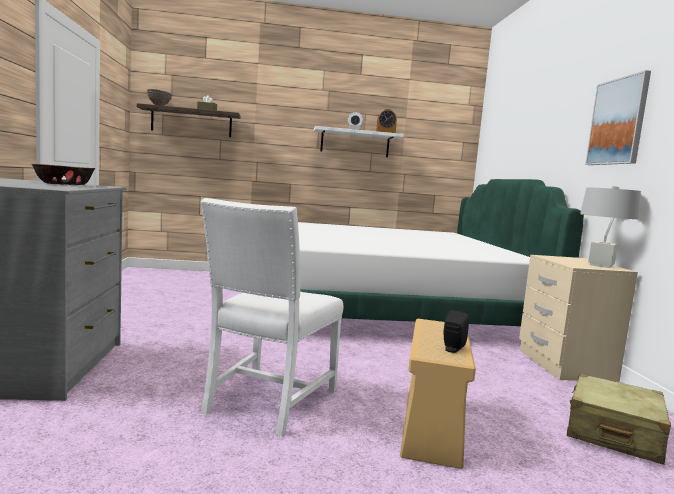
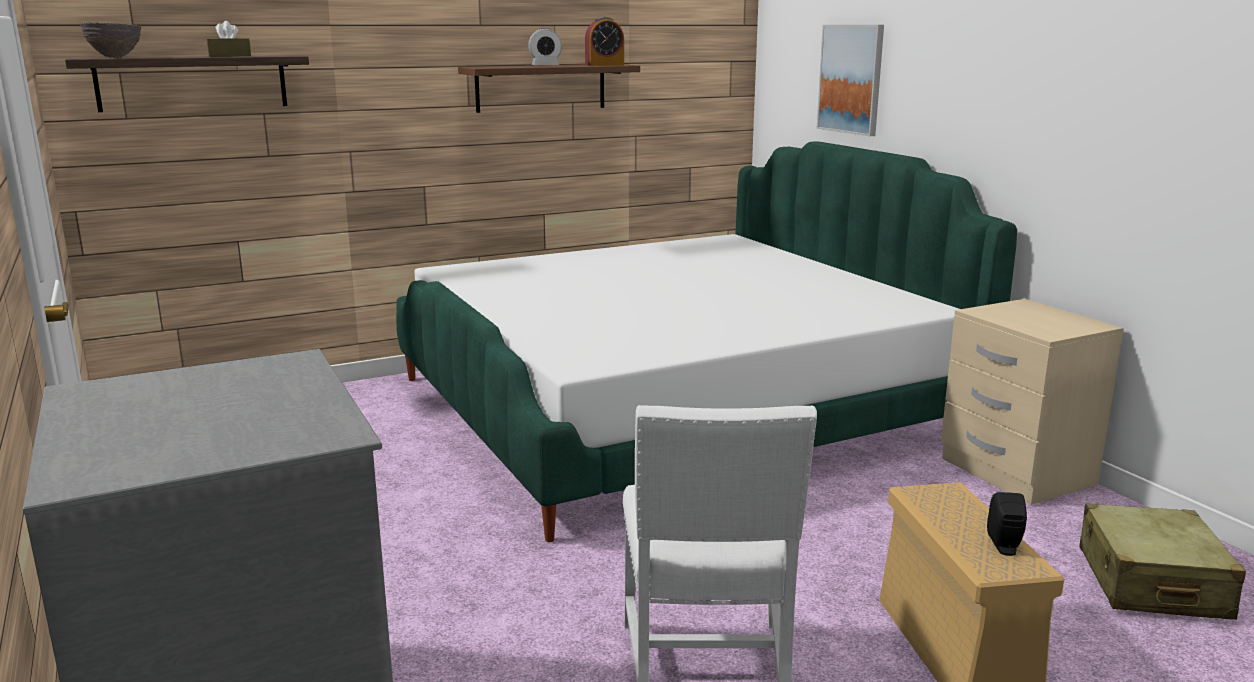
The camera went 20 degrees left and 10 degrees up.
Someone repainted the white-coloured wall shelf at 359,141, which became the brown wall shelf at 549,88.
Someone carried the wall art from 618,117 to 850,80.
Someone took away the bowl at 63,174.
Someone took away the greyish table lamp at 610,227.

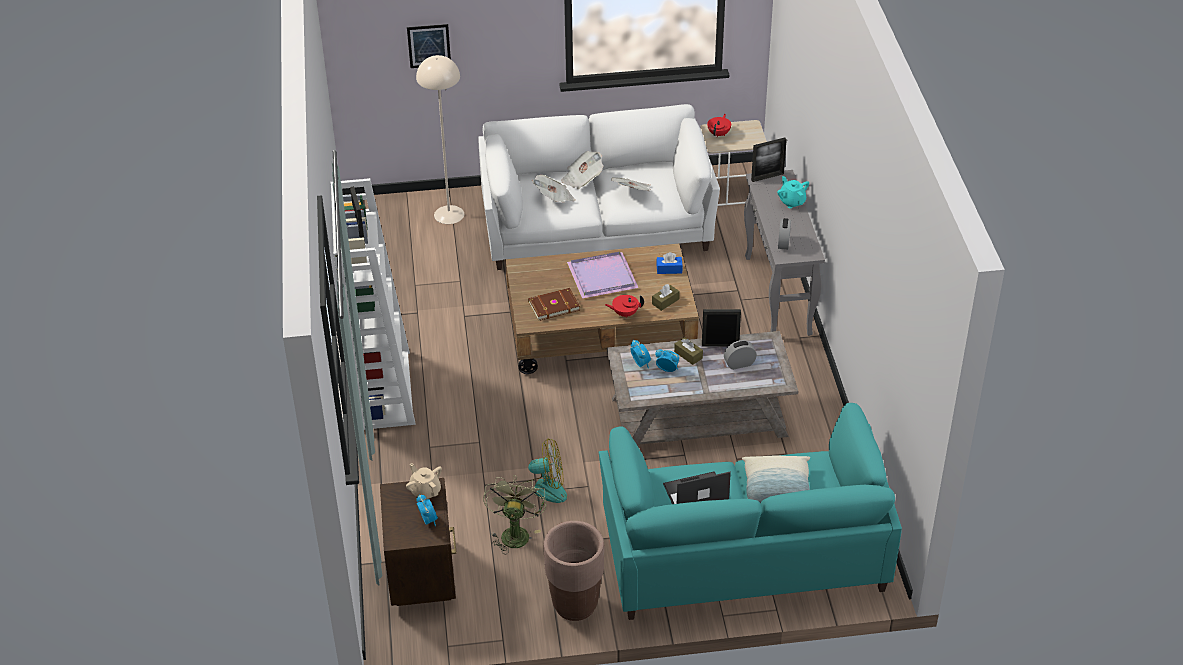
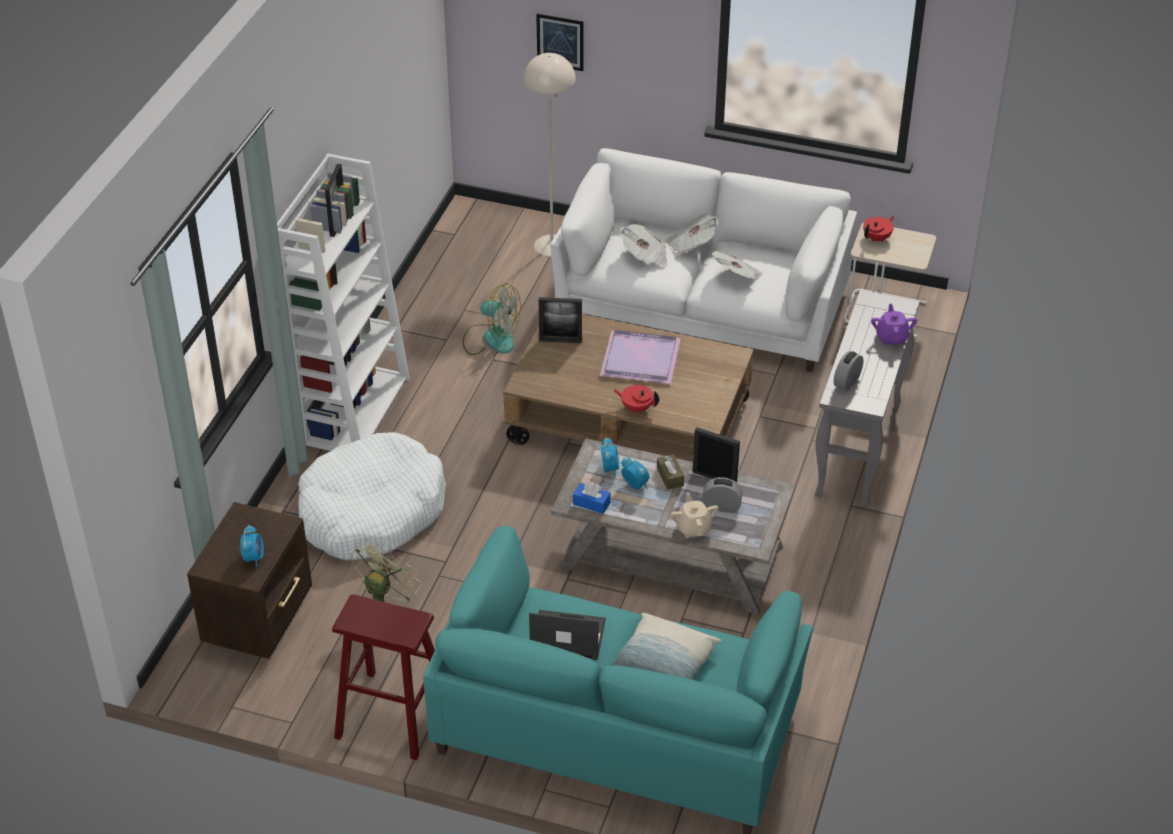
The camera went 25 degrees right and 0 degrees up.
Someone put down the white-coloured dog cushion at 372,496.
Someone swapped the brown plant pot at 573,571 for the reddish stool seat at 383,677.
Someone carried the electric fan from 541,476 to 492,319.
Someone carried the photo frame from 769,160 to 560,320.
Someone carried the blue tissue holder from 669,263 to 592,498.
Someone carried the beige teapot from 424,482 to 695,515.
Someone repainted the turquoise teapot at 793,192, which became the purple-coloured teapot at 894,324.
Someone took away the brown bound book at 554,304.
Someone took away the brown tissue holder at 666,297.

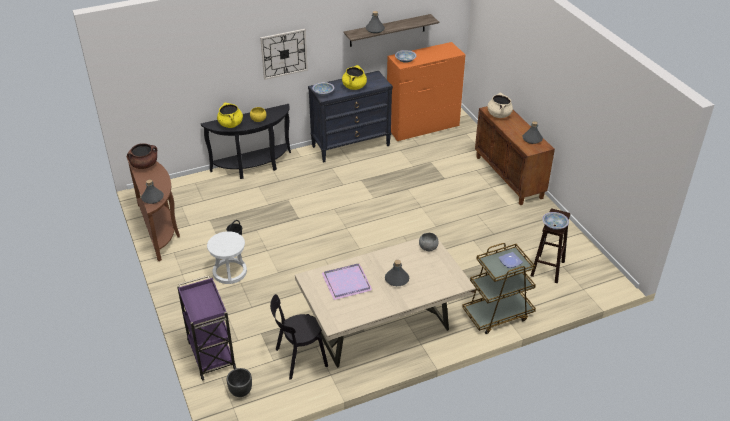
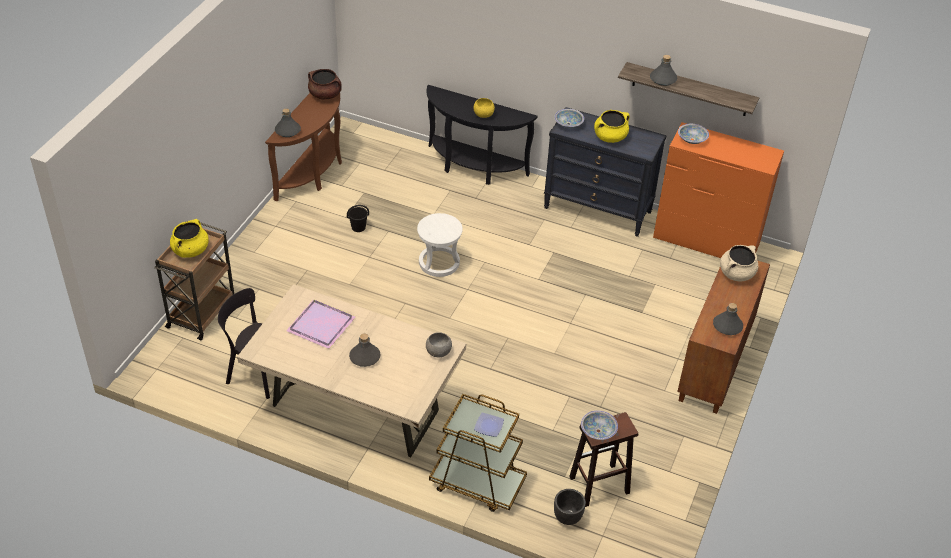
The camera went 45 degrees right and 5 degrees up.
Someone repainted the purple-coloured trolley at 207,328, which became the brown trolley at 194,281.
Someone carried the yellow-coloured cooking pot from 230,115 to 189,238.
Someone carried the white-coloured stool seat from 227,257 to 440,245.
Someone carried the black-coloured plant pot from 239,382 to 570,507.
Someone took away the clock on the wall at 284,54.

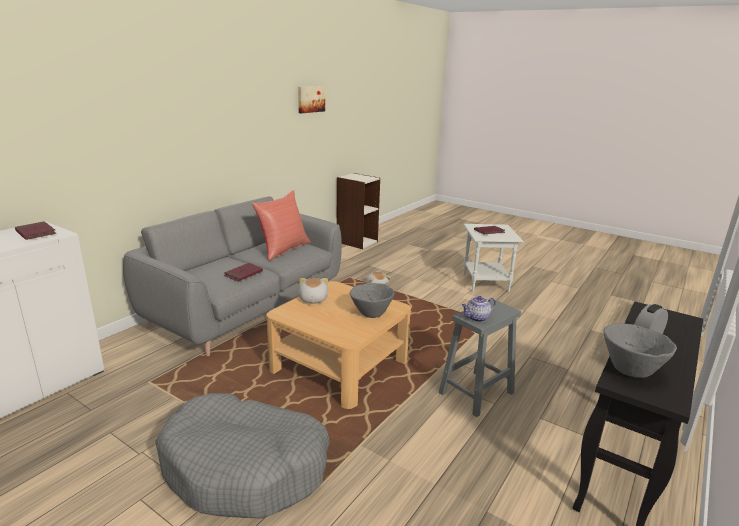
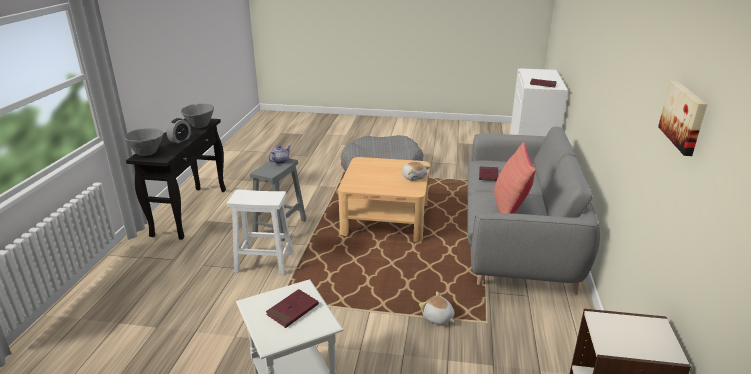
The camera went 155 degrees right and 5 degrees up.
Someone carried the greyish bowl from 372,300 to 144,142.
Someone put down the white-coloured stool seat at 260,232.

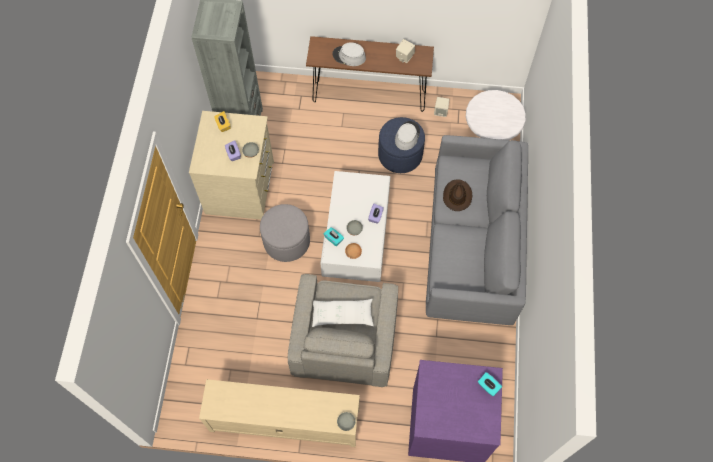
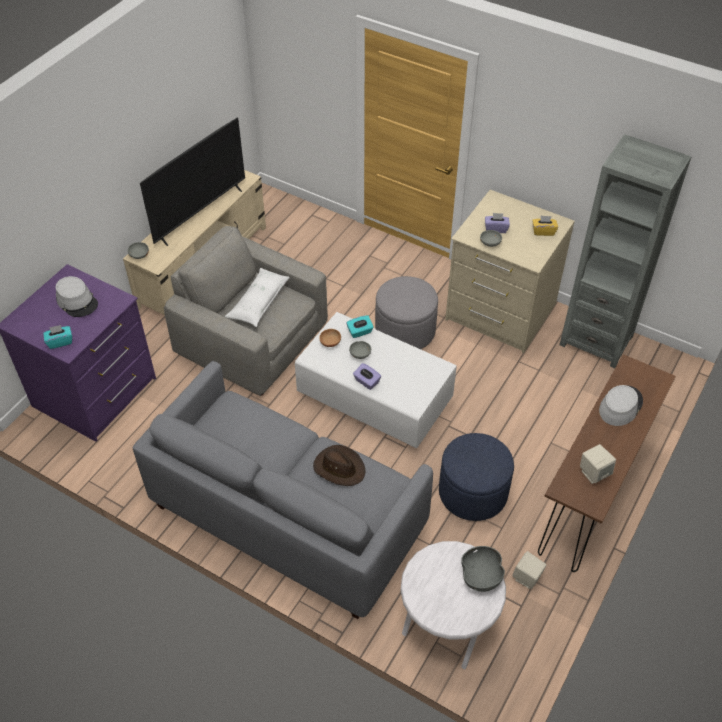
The camera went 115 degrees right and 15 degrees down.
Someone carried the greyish hat from 407,135 to 77,296.
Someone put down the TV at 192,182.
Someone put down the greyish bowl at 483,569.

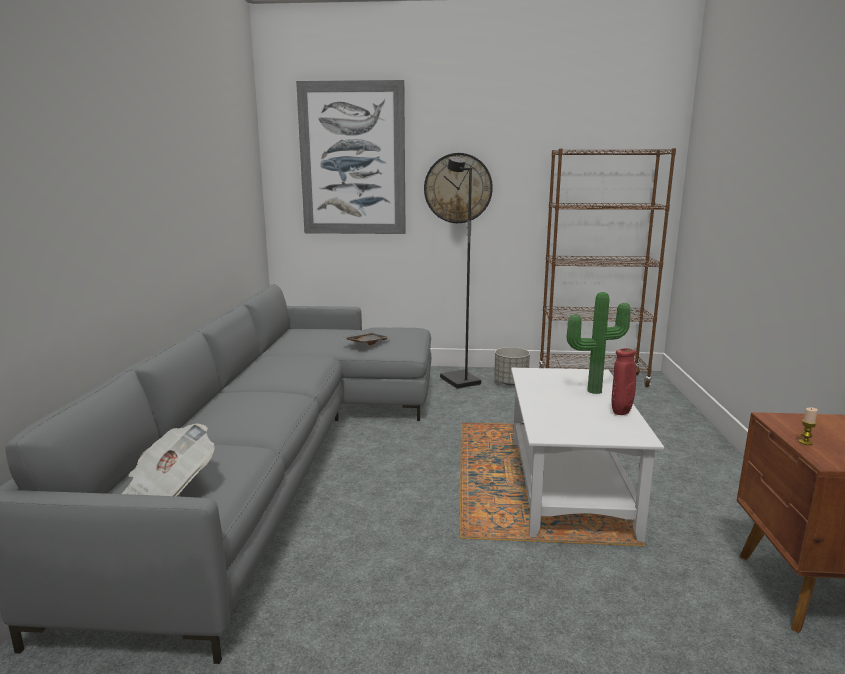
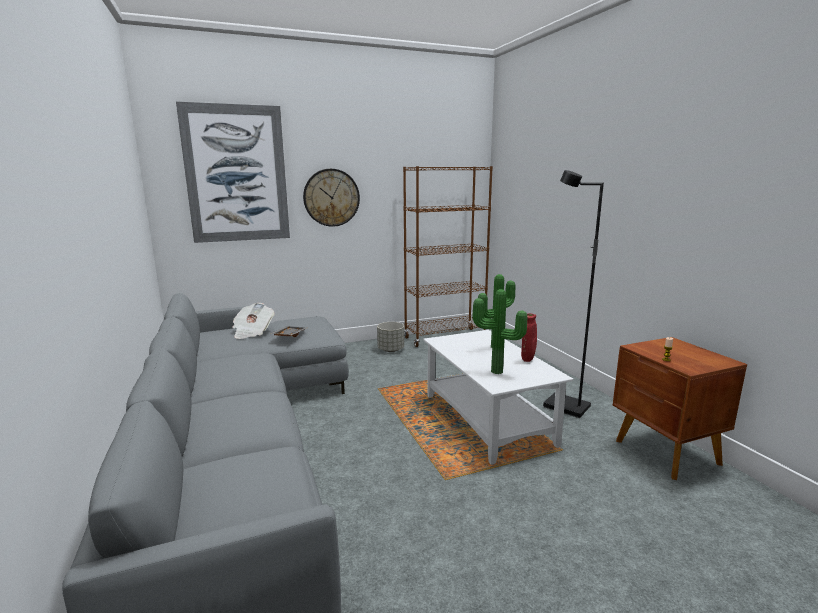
The camera went 25 degrees left and 0 degrees up.
Someone carried the newspaper from 168,459 to 253,321.
Someone put down the plant in a pot at 499,331.
Someone carried the black-coloured floor lamp from 460,273 to 573,294.

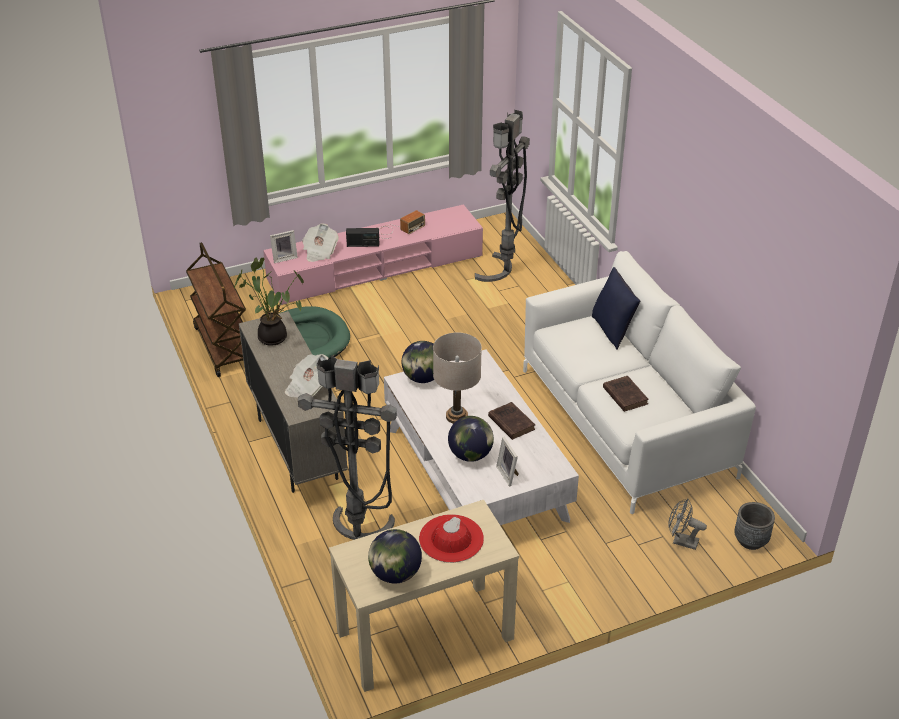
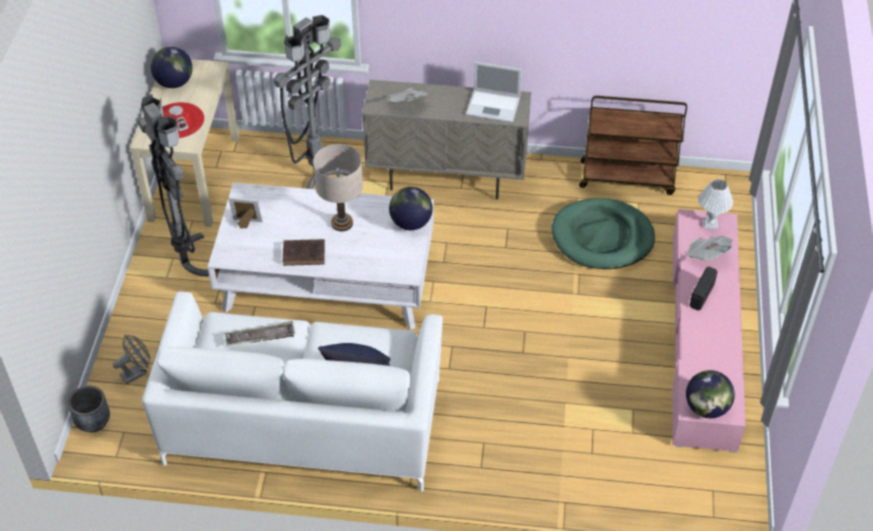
The camera went 120 degrees right and 10 degrees up.
Someone carried the greyish floor lamp from 502,196 to 173,185.
Someone swapped the brown bound book at 626,394 for the carrying tray at 259,333.
Someone swapped the plant in a pot at 269,302 for the laptop at 494,92.
Someone carried the desk globe from 471,439 to 710,394.
Someone swapped the photo frame at 284,246 for the white-coloured table lamp at 715,204.
Someone took away the radio at 402,224.

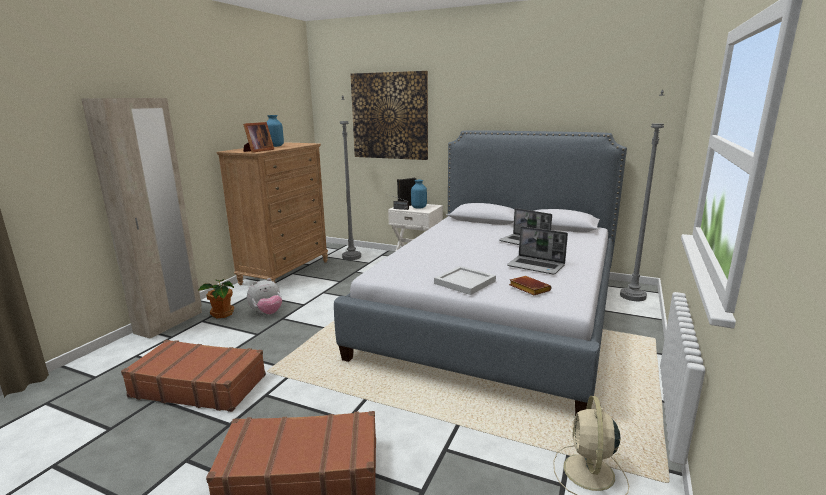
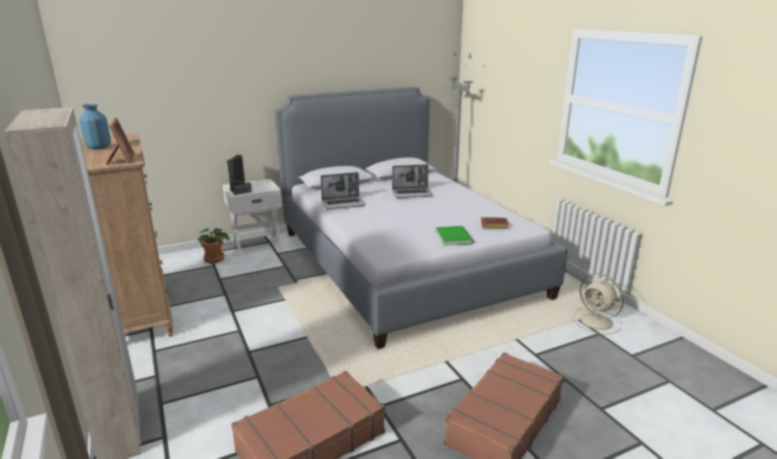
The camera went 50 degrees left and 5 degrees up.
Someone carried the plant in a pot from 216,298 to 213,246.
Someone carried the laptop from 537,250 to 343,190.
Someone swapped the white-coloured carrying tray at 465,280 for the green bound book at 454,235.
Someone took away the soft toy at 264,296.
Someone took away the greyish floor lamp at 350,177.
Someone took away the wall art at 389,115.
Someone took away the blue flower vase at 419,194.

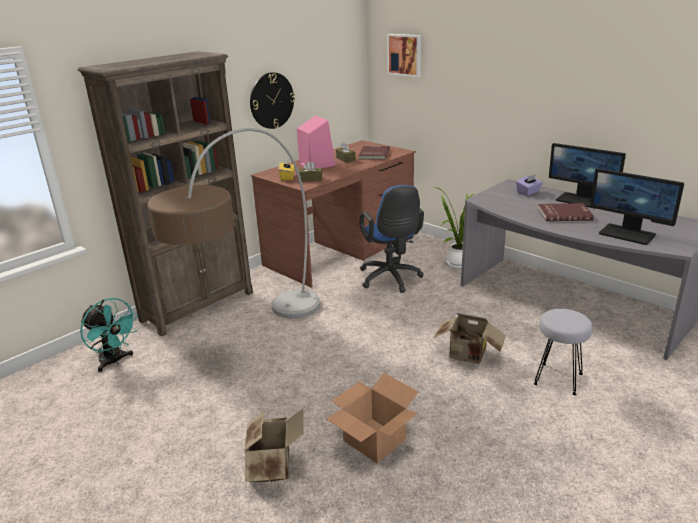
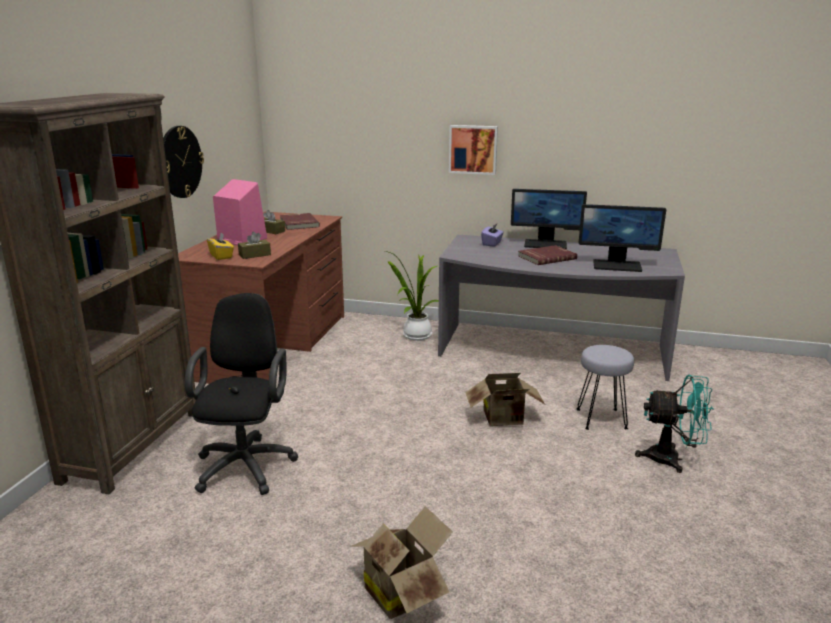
The camera went 30 degrees left and 5 degrees down.
Someone swapped the floor lamp at 233,223 for the black-coloured computer chair at 241,394.
Someone carried the wall art from 404,55 to 473,150.
Someone carried the turquoise electric fan from 109,335 to 674,424.
Someone took away the carton at 372,418.
Someone took away the blue computer chair at 391,239.

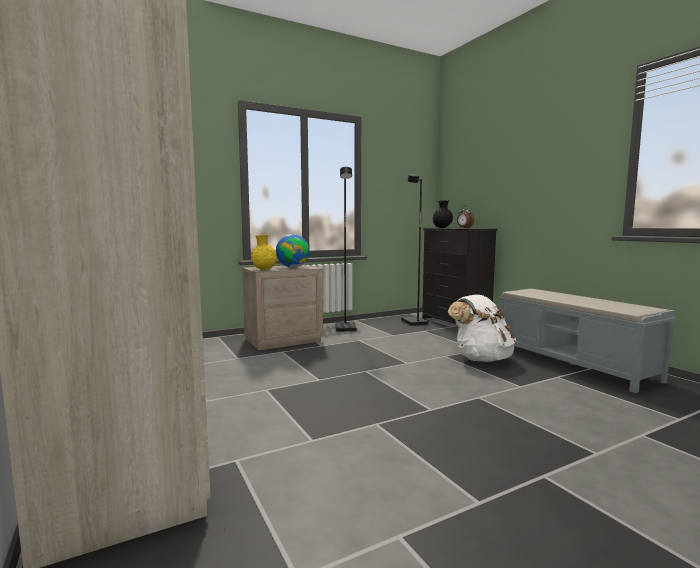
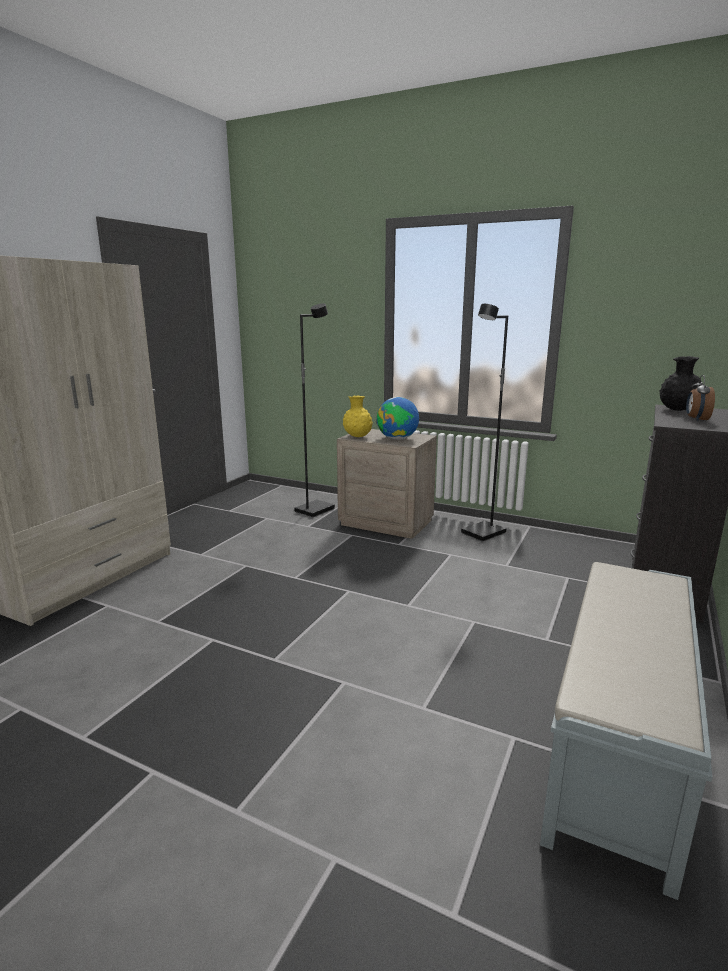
The camera went 55 degrees right and 10 degrees up.
Someone carried the black-coloured floor lamp from 415,250 to 314,410.
Someone took away the white-coloured knapsack at 482,328.

